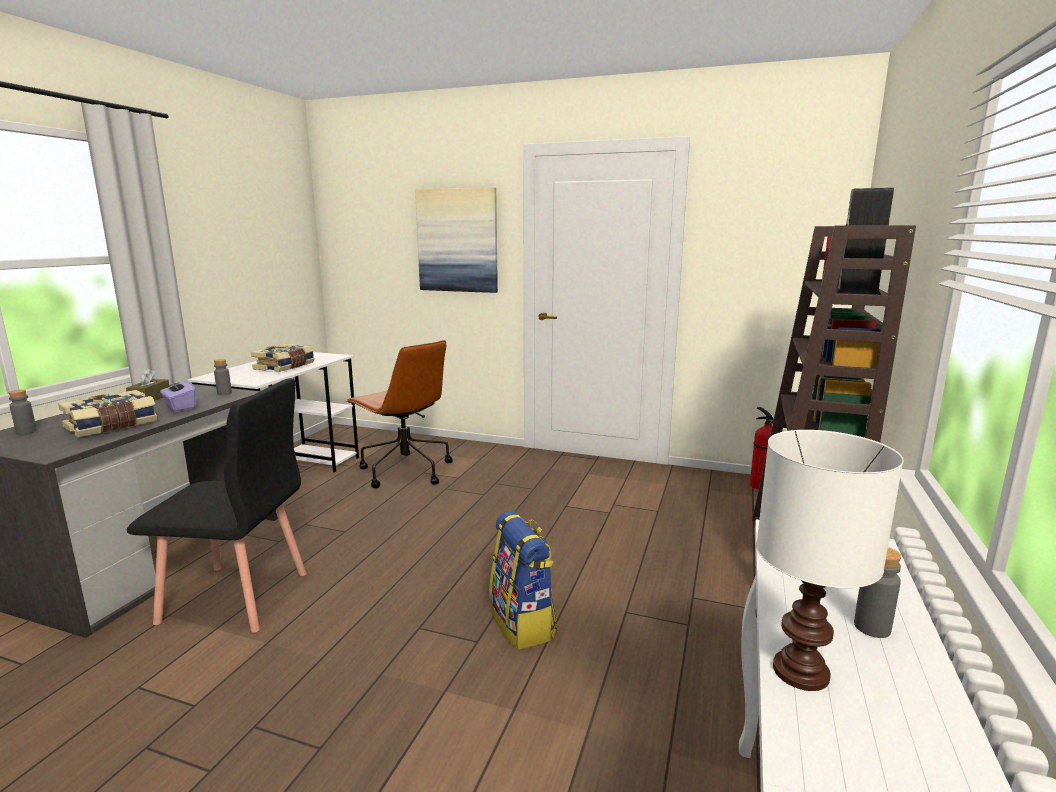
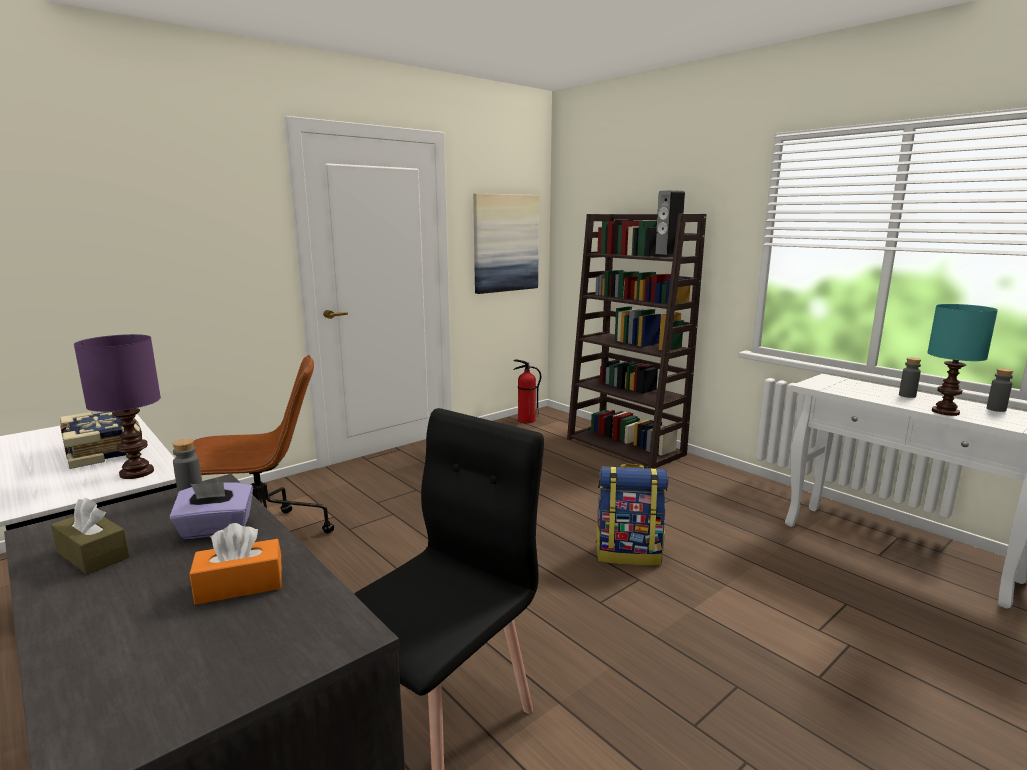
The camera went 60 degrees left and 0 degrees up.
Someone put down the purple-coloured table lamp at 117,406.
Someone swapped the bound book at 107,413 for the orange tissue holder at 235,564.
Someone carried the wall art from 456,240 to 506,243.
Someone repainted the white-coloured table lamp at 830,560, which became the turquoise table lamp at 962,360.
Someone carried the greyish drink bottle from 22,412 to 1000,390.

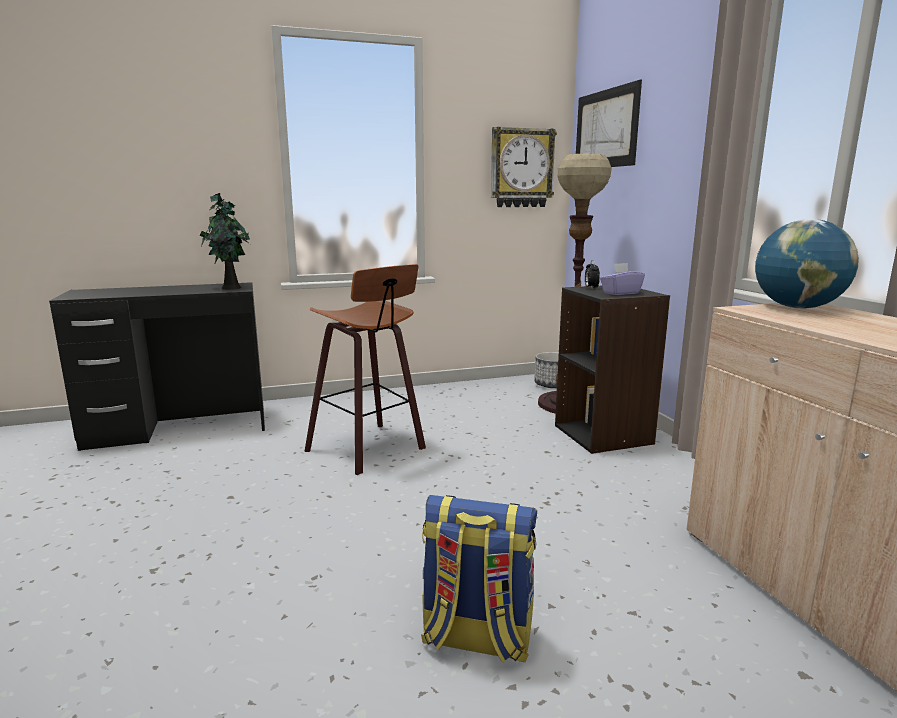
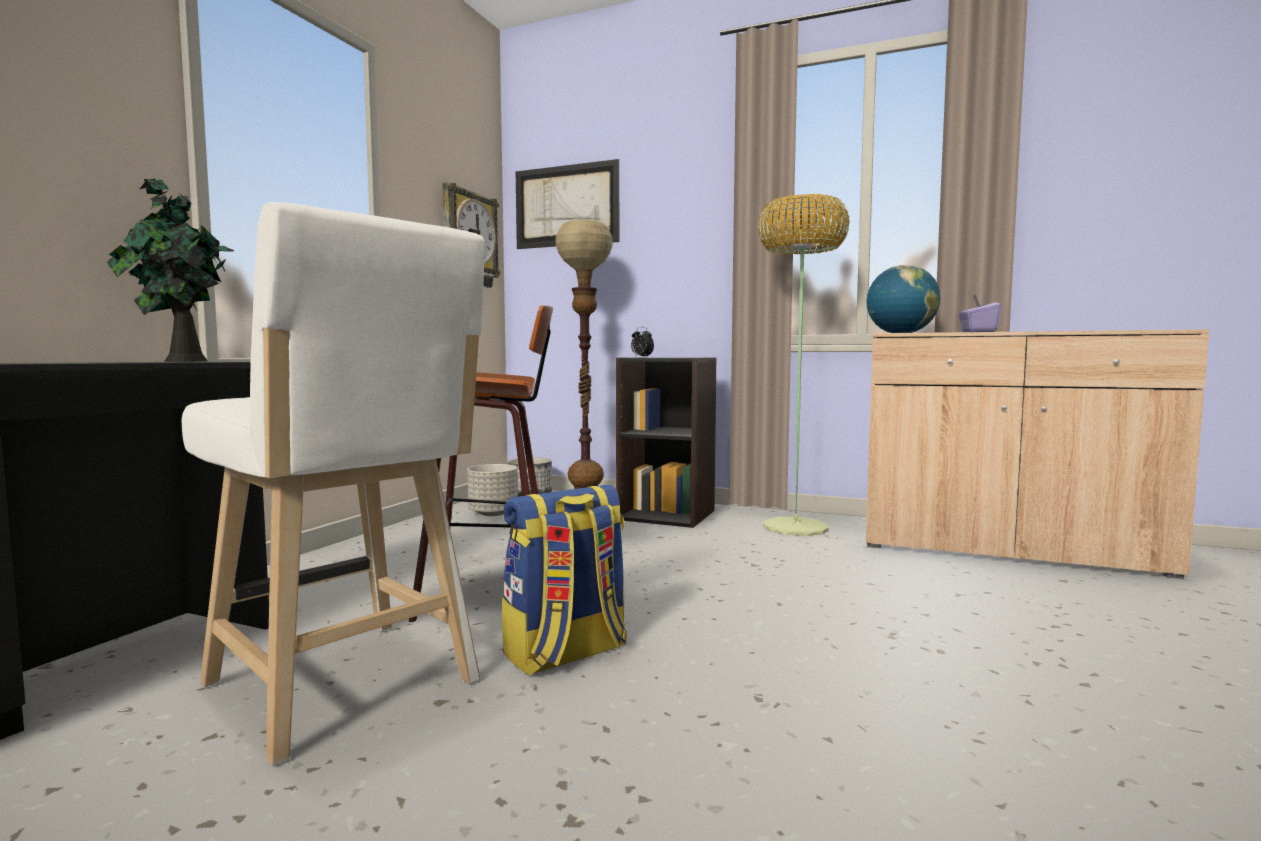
The camera went 50 degrees left and 10 degrees down.
Someone put down the white-coloured stool seat at 333,484.
Someone put down the greyish plant pot at 492,490.
Someone carried the knapsack from 479,579 to 564,580.
Someone put down the floor lamp at 804,365.
Someone carried the purple-coloured tissue holder from 622,279 to 980,313.

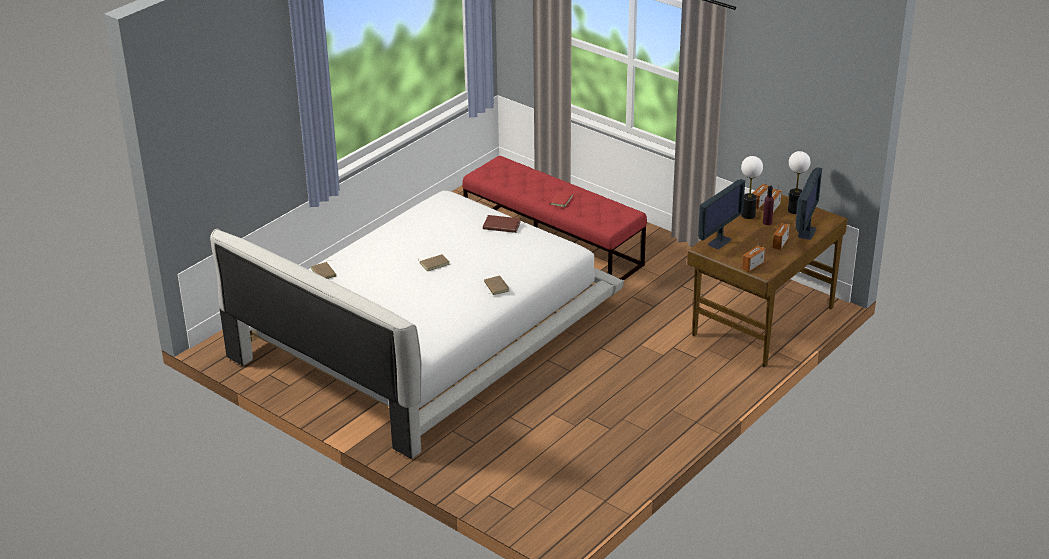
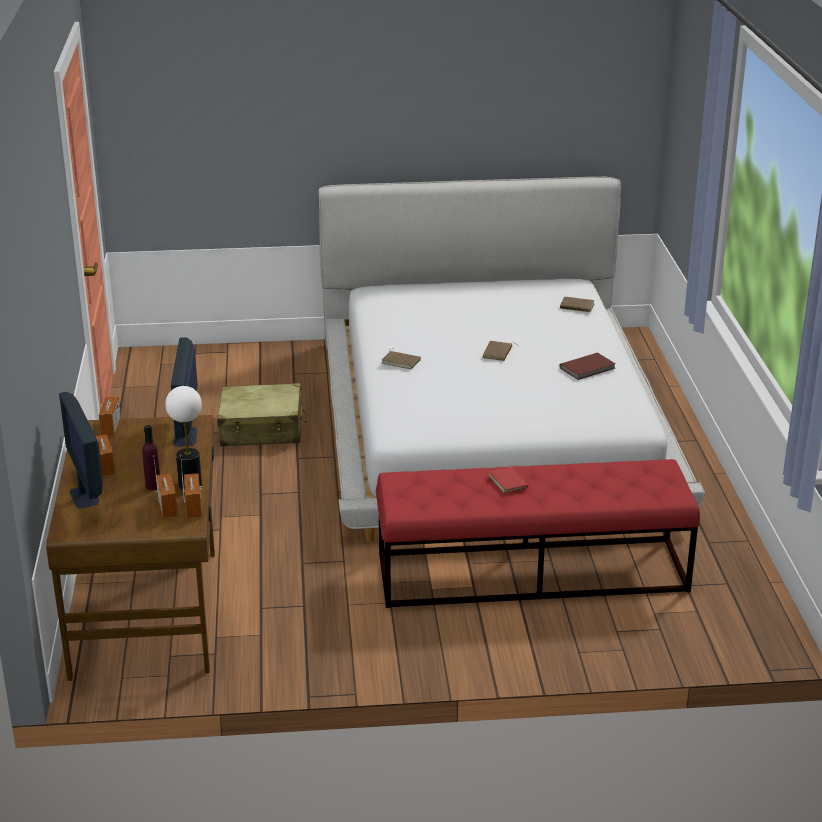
The camera went 135 degrees right and 5 degrees down.
Someone put down the beige suitcase at 262,414.
Someone carried the brown bound book from 502,224 to 587,366.
Someone took away the table lamp at 799,182.

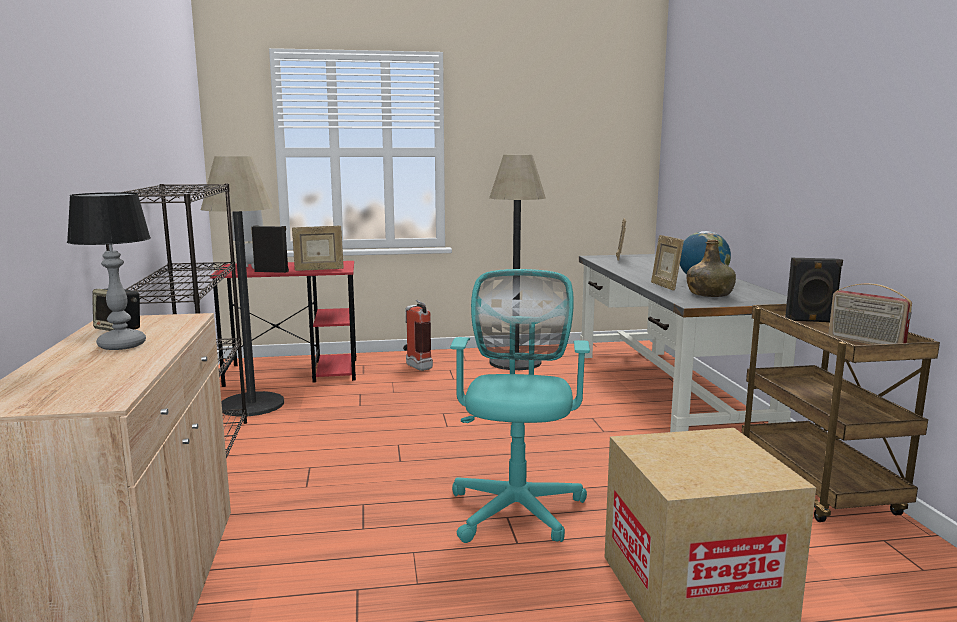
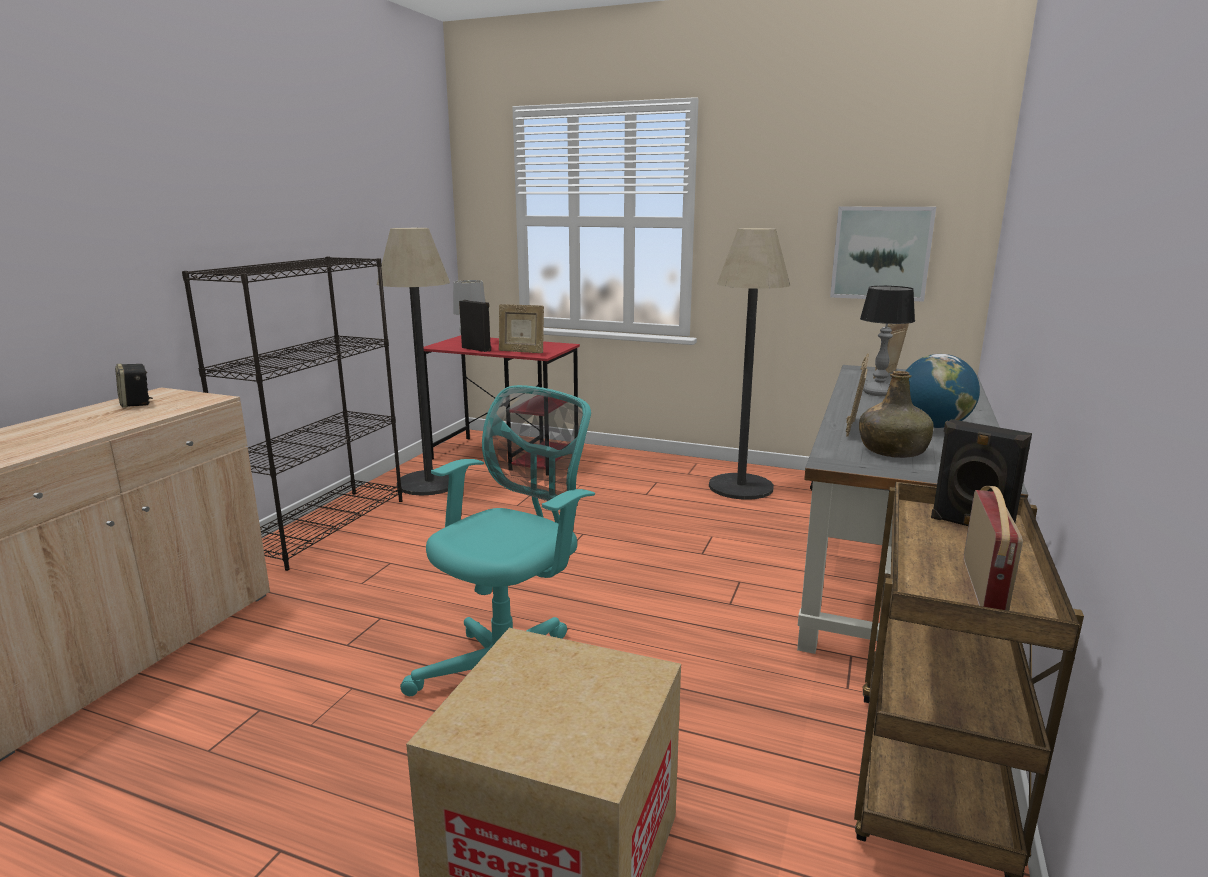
The camera went 30 degrees right and 5 degrees up.
Someone put up the wall art at 883,254.
Someone carried the table lamp from 109,271 to 887,341.
Someone rotated the radio at 870,314 by 150 degrees counterclockwise.
Someone took away the fire extinguisher at 418,335.

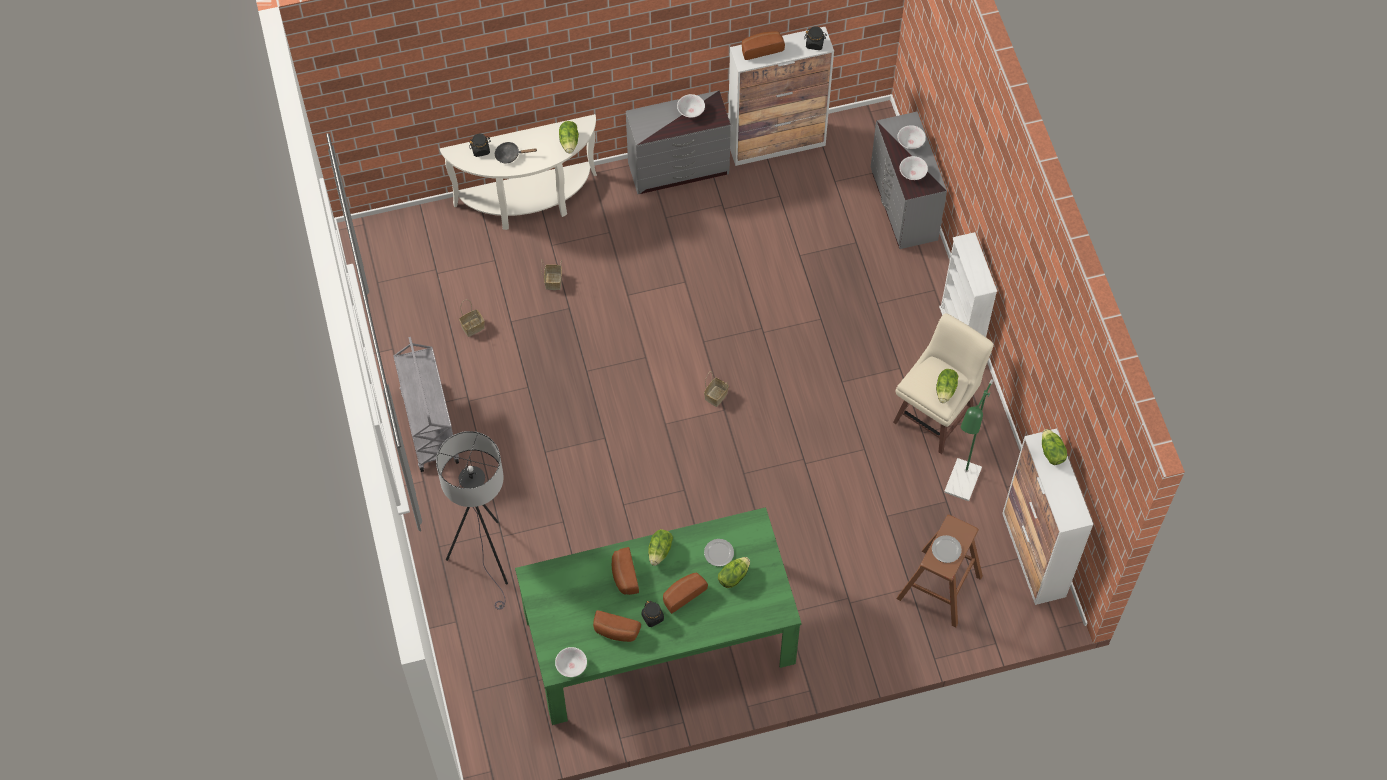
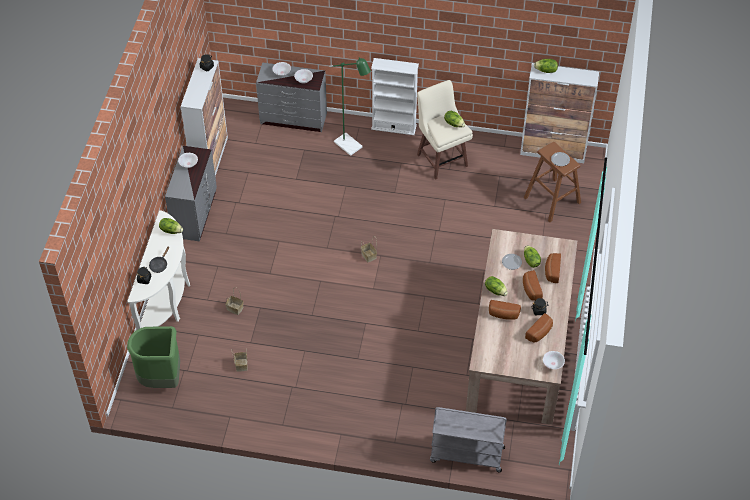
The camera went 65 degrees left and 10 degrees down.
Someone put down the green rubbish bin at 153,357.
Someone carried the green floor lamp from 969,440 to 350,106.
Someone carried the greyish trolley from 426,404 to 468,439.
Someone repainted the green dinner table at 658,616, which became the beige dinner table at 521,327.
Someone carried the baked bread from 763,45 to 553,268.
Someone took away the greyish floor lamp at 472,520.

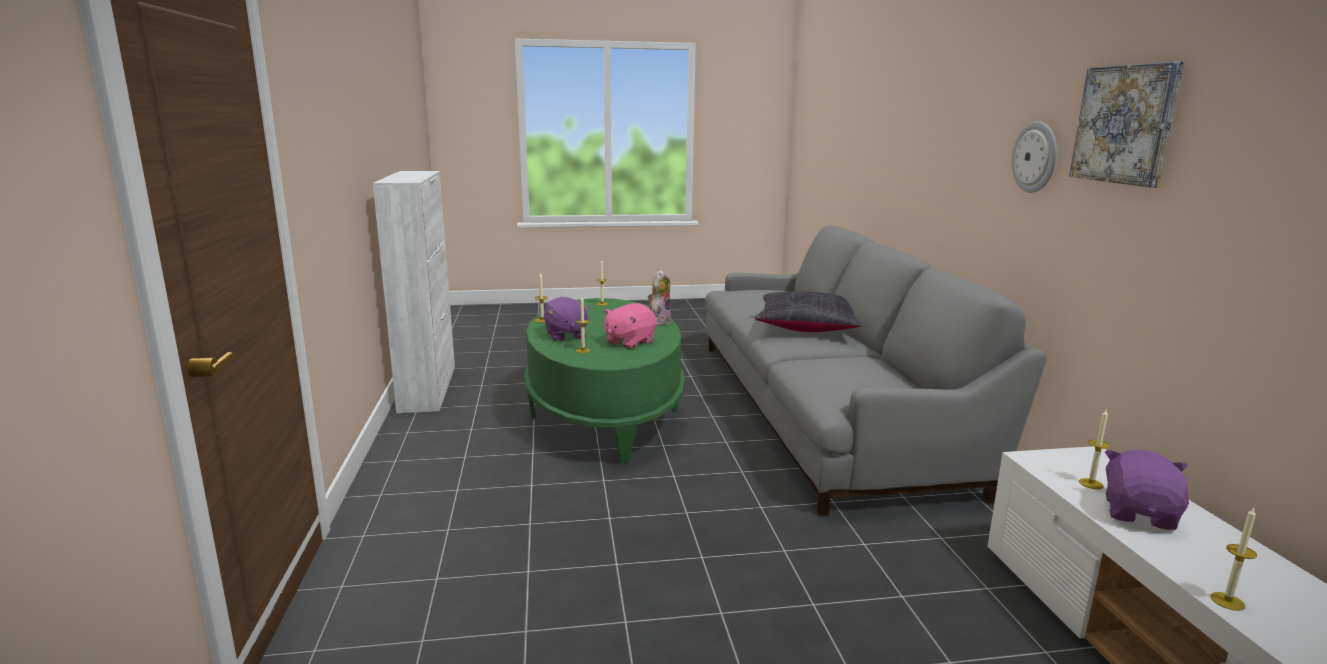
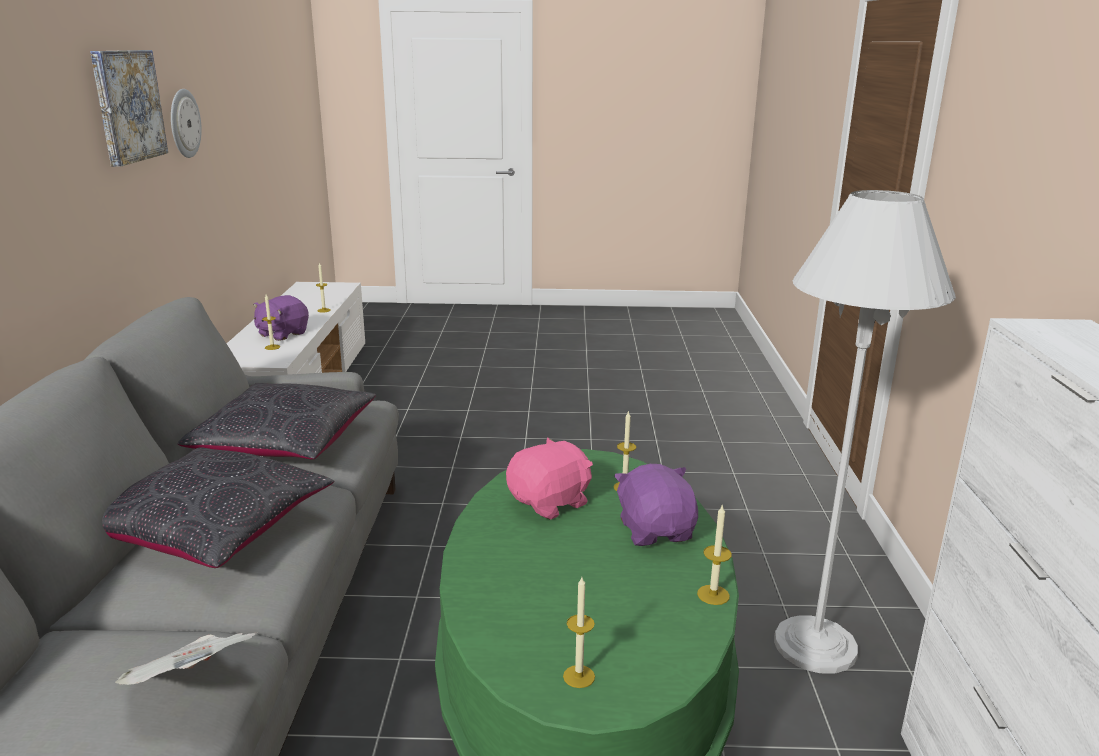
The camera went 170 degrees left and 5 degrees up.
Someone put down the newspaper at 186,658.
Someone carried the clock on the wall from 1034,157 to 186,123.
Someone put down the black-coloured throw pillow at 277,421.
Someone put down the white-coloured floor lamp at 865,432.
Someone took away the soft toy at 659,298.

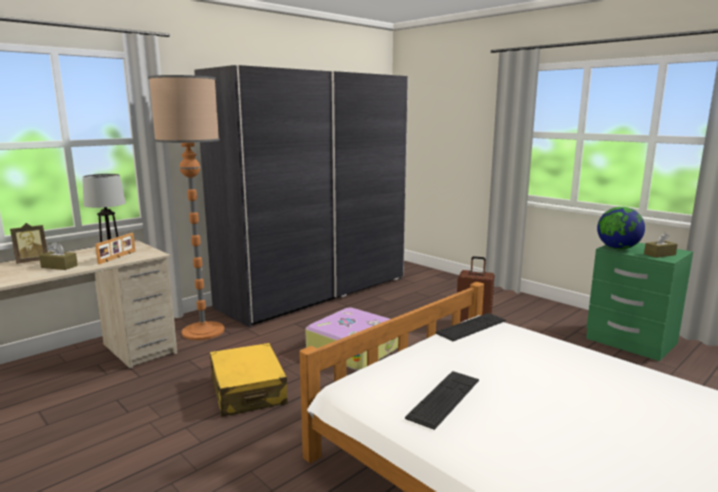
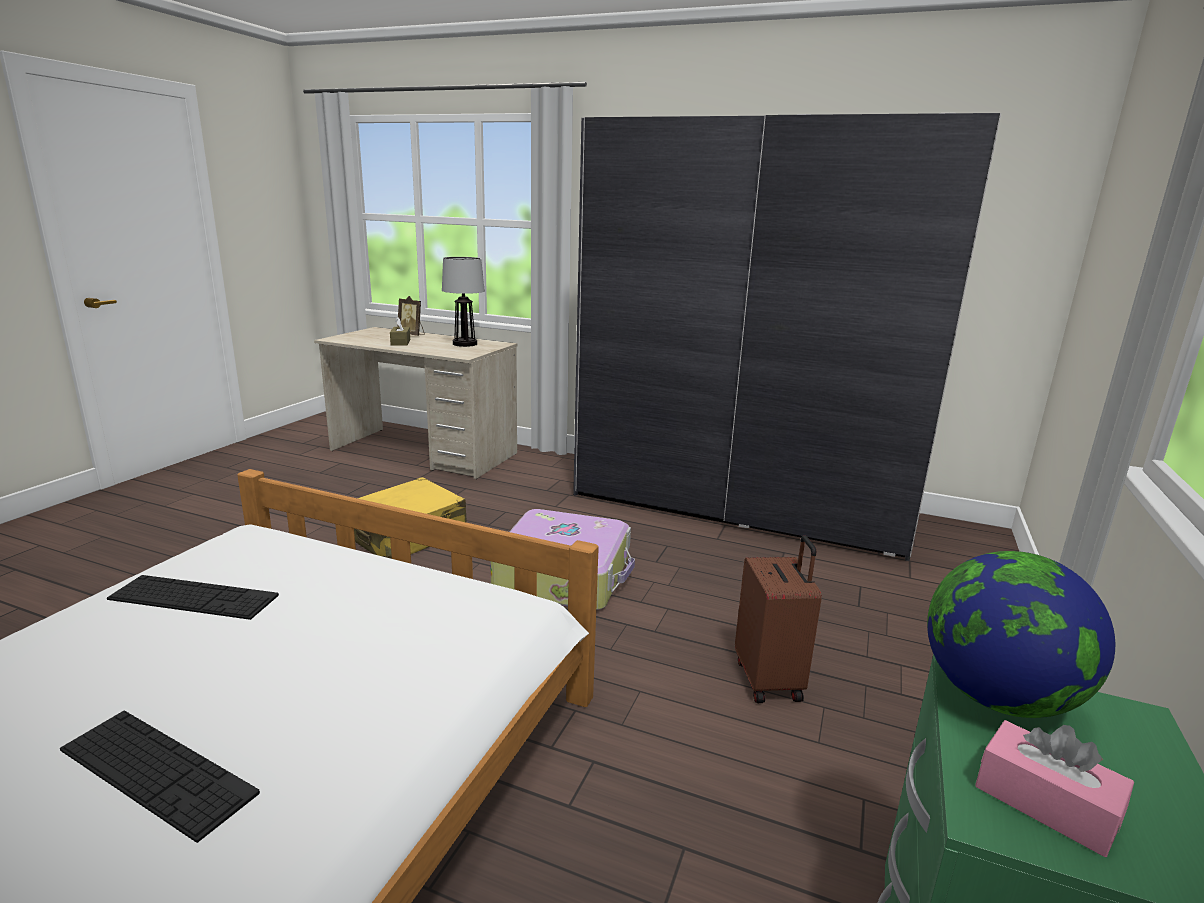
The camera went 65 degrees right and 5 degrees up.
Someone carried the computer keyboard from 471,327 to 160,777.
Someone repainted the brown tissue holder at 661,245, which became the pink tissue holder at 1054,788.
Someone took away the photo frame at 115,248.
Someone took away the floor lamp at 186,207.

